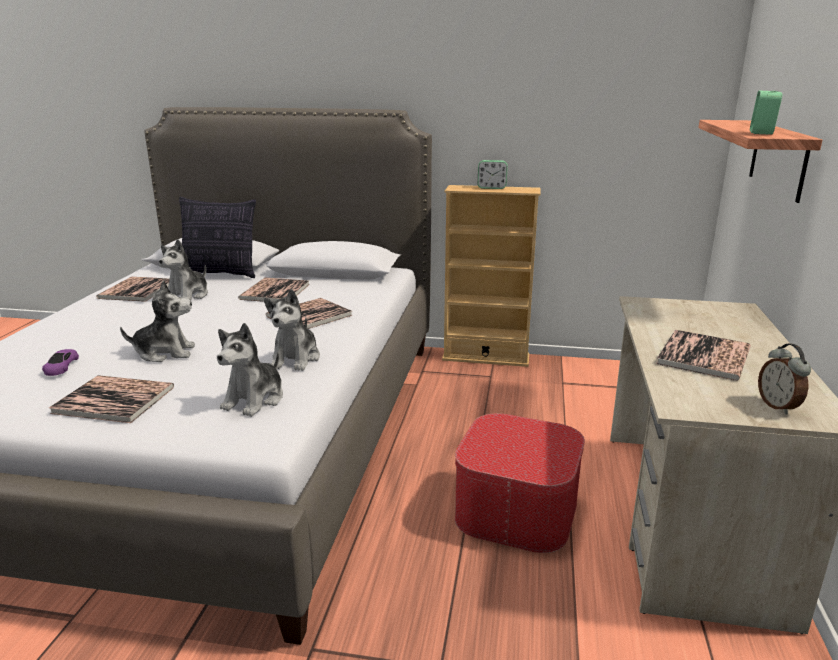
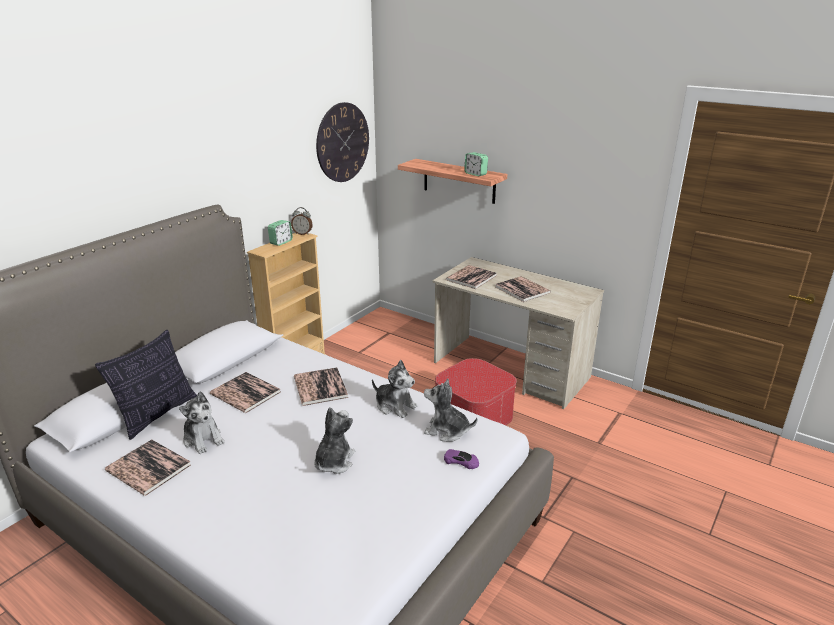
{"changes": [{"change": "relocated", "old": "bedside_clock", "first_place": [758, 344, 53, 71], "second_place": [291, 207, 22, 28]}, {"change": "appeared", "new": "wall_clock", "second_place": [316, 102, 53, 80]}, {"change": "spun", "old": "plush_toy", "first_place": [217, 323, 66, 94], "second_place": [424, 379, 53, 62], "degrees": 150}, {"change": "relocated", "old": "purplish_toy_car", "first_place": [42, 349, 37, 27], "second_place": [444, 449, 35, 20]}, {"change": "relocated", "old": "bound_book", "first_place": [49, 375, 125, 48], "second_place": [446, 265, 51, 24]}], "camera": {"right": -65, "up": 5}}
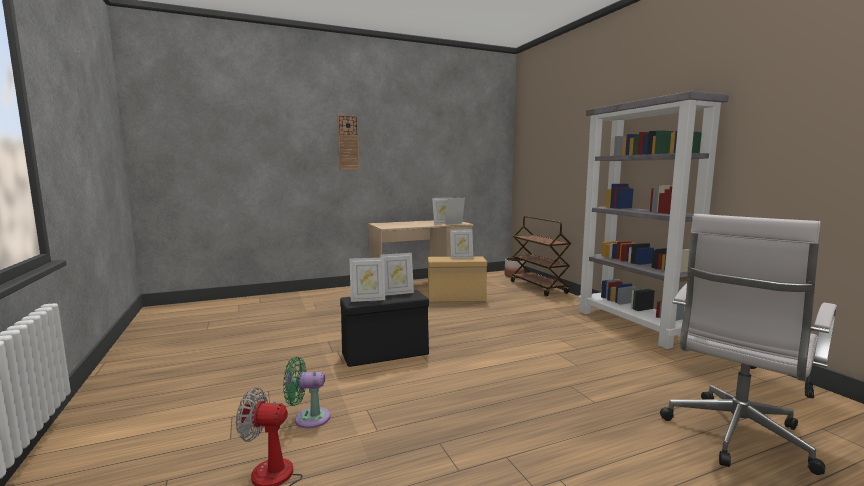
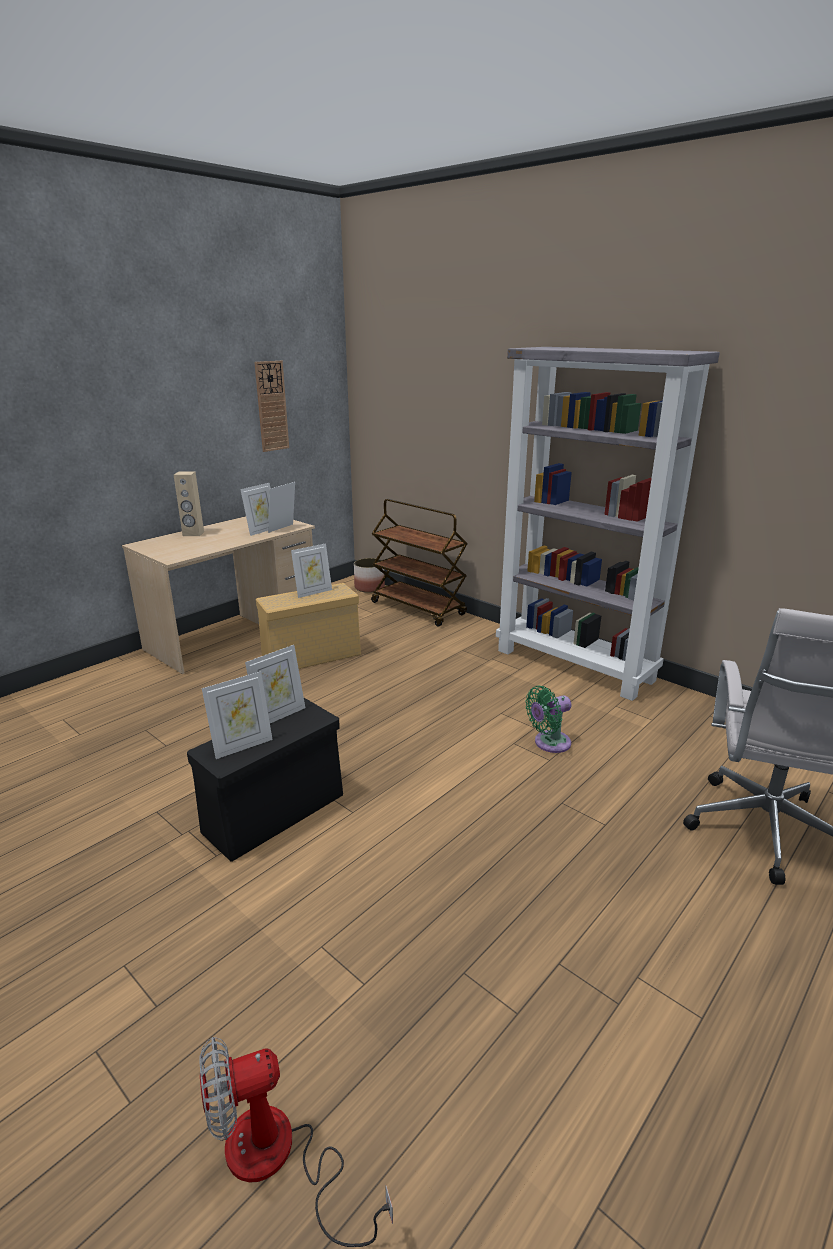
{"changes": [{"change": "appeared", "new": "sand-coloured_audio_speaker", "second_place": [174, 471, 30, 65]}, {"change": "relocated", "old": "wall_clock", "first_place": [337, 115, 22, 55], "second_place": [254, 361, 35, 91]}, {"change": "relocated", "old": "green-coloured_cooling_fan", "first_place": [283, 357, 47, 71], "second_place": [525, 686, 47, 67]}], "camera": {"right": -25, "up": 15}}
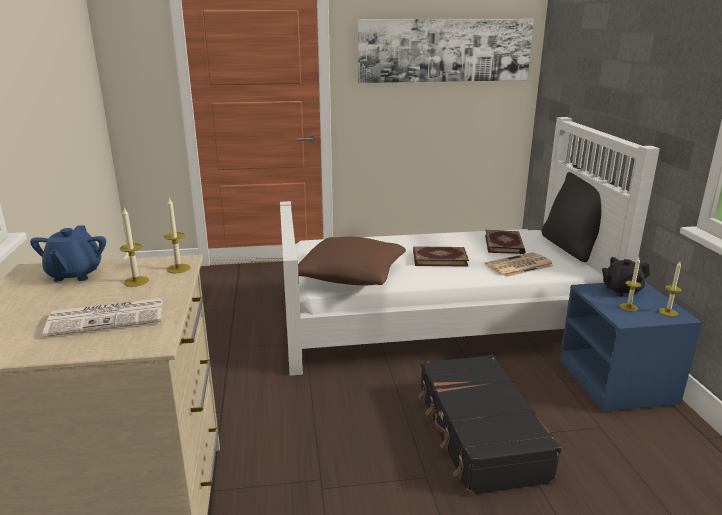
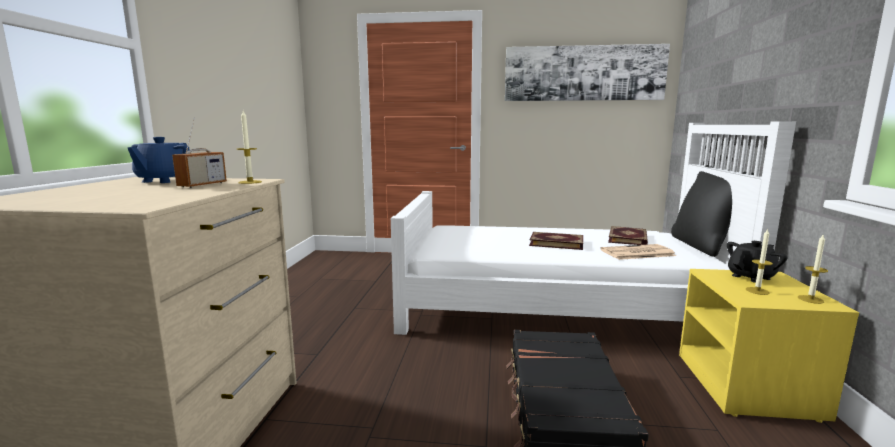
{"changes": [{"change": "exchanged", "old": "wax_candle", "new": "radio", "first_place": [120, 207, 29, 80], "second_place": [172, 117, 55, 71]}, {"change": "colour", "old": "blue_night_table", "new": "yellow_night_table", "first_place": [560, 282, 142, 131], "second_place": [679, 269, 180, 154]}, {"change": "spun", "old": "black-coloured_tea_pot", "first_place": [602, 257, 48, 39], "second_place": [727, 241, 61, 42], "degrees": 150}, {"change": "missing", "old": "newspaper", "first_place": [43, 298, 120, 39]}, {"change": "missing", "old": "brown_throw_pillow", "first_place": [298, 237, 108, 48]}], "camera": {"right": 15, "up": -10}}
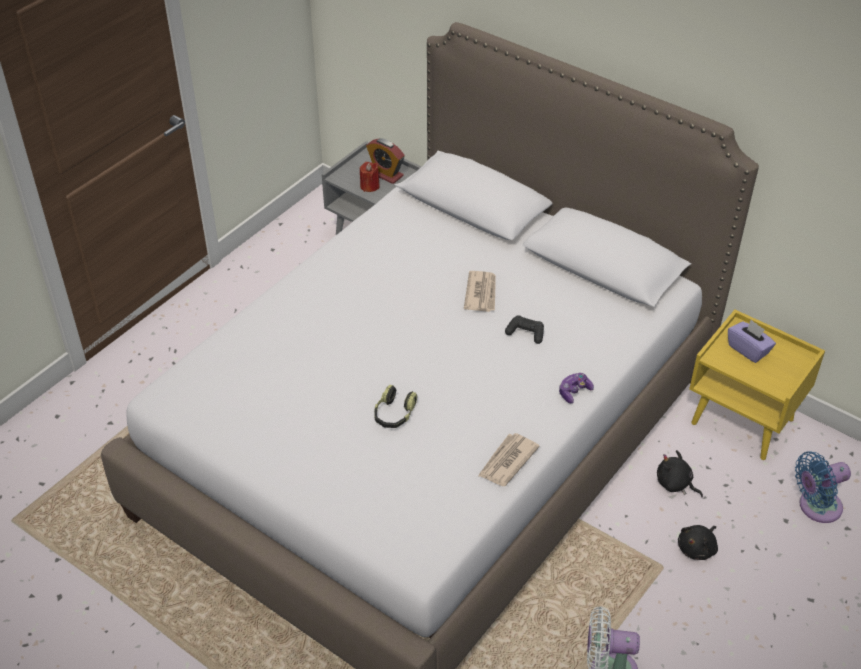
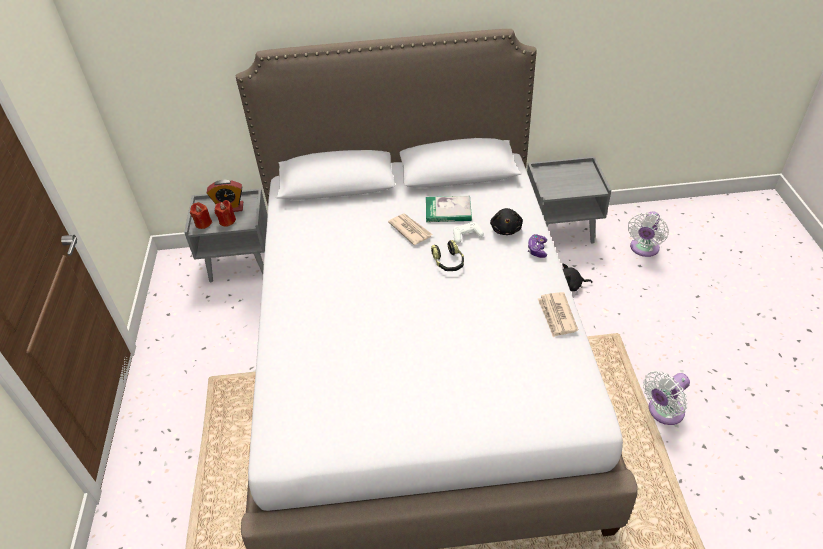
{"changes": [{"change": "appeared", "new": "red_wax_candle", "second_place": [190, 202, 22, 27]}, {"change": "appeared", "new": "bound_book", "second_place": [426, 196, 46, 26]}, {"change": "relocated", "old": "headset", "first_place": [374, 385, 43, 43], "second_place": [431, 240, 33, 31]}, {"change": "colour", "old": "black-coloured_joypad", "new": "white_joypad", "first_place": [505, 315, 39, 29], "second_place": [453, 222, 31, 22]}, {"change": "relocated", "old": "black-coloured_plush_toy", "first_place": [678, 525, 40, 35], "second_place": [490, 208, 33, 27]}, {"change": "colour", "old": "yellow_night_table", "new": "greyish_night_table", "first_place": [689, 310, 136, 150], "second_place": [527, 156, 84, 88]}, {"change": "colour", "old": "blue_cooling_fan", "new": "white_cooling_fan", "first_place": [795, 451, 56, 72], "second_place": [628, 211, 41, 46]}, {"change": "missing", "old": "purplish_tissue_box", "first_place": [728, 320, 48, 43]}], "camera": {"right": -40, "up": 0}}
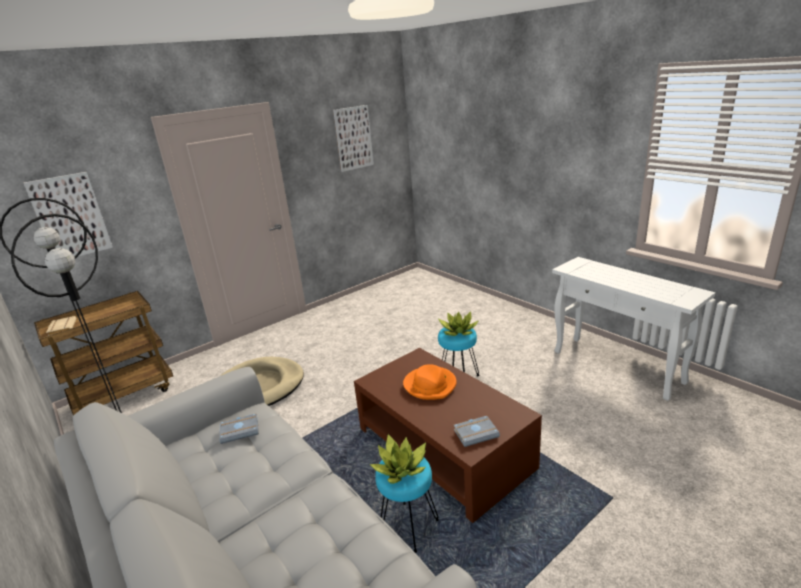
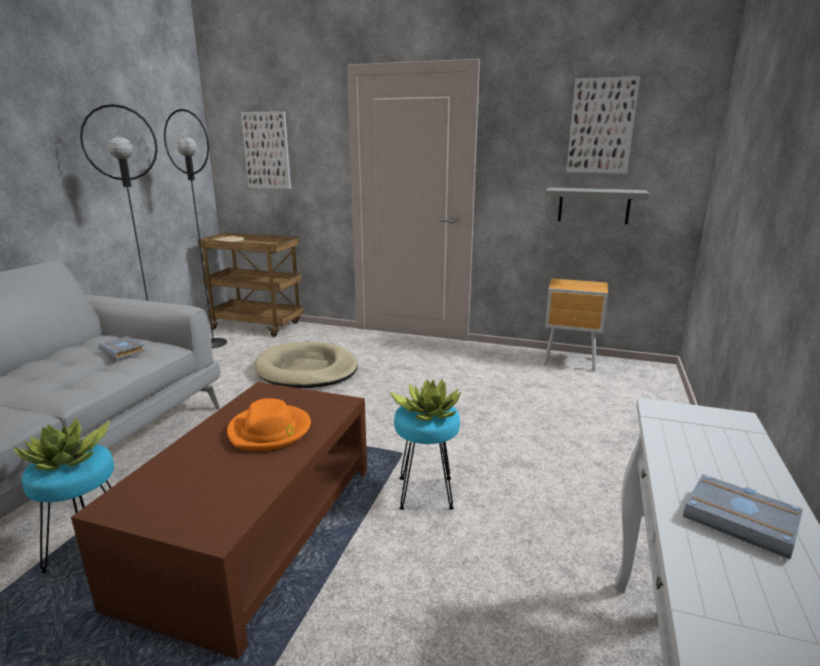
{"changes": [{"change": "appeared", "new": "brown_night_table", "second_place": [543, 278, 65, 93]}, {"change": "appeared", "new": "greyish_bracket_shelf", "second_place": [545, 187, 104, 37]}, {"change": "relocated", "old": "greyish_bound_book", "first_place": [454, 416, 46, 31], "second_place": [683, 474, 120, 85]}], "camera": {"right": 55, "up": -5}}
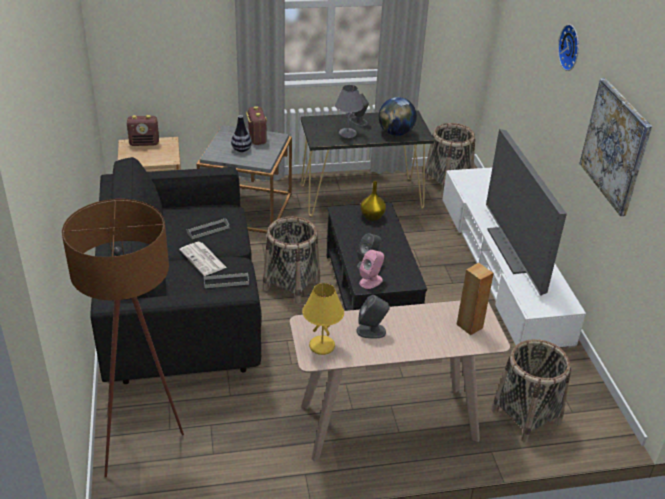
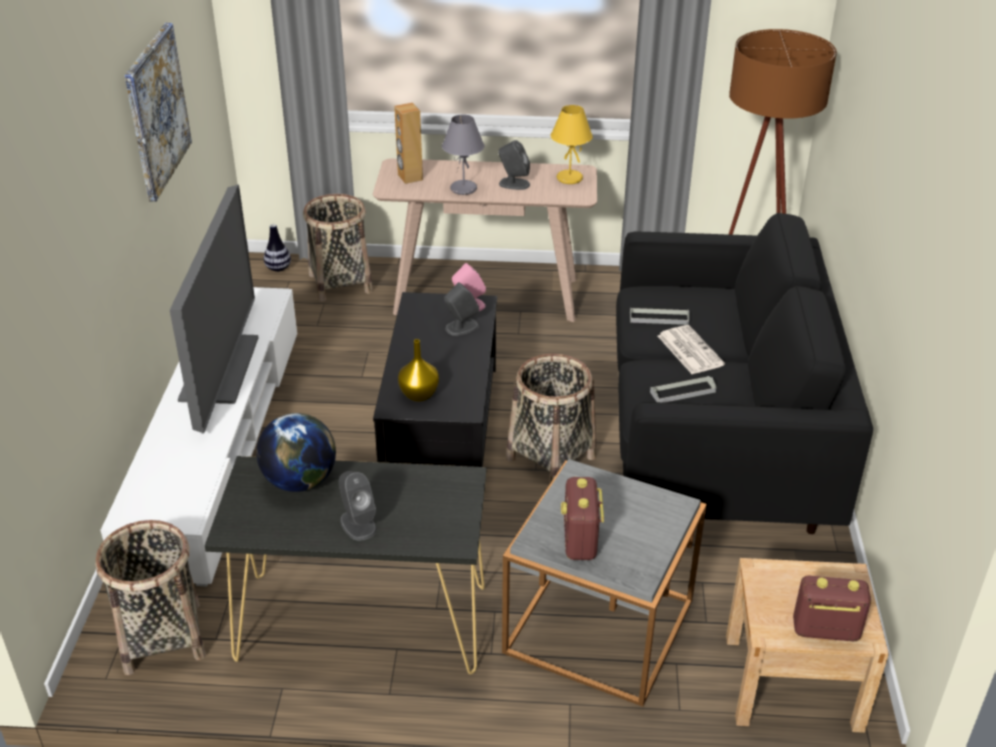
{"changes": [{"change": "relocated", "old": "decorative_vase", "first_place": [231, 115, 21, 37], "second_place": [264, 224, 27, 48]}, {"change": "relocated", "old": "greyish_tabletop_lamp", "first_place": [335, 85, 29, 53], "second_place": [442, 114, 43, 81]}, {"change": "missing", "old": "wall_clock", "first_place": [558, 24, 21, 47]}], "camera": {"right": -165, "up": 0}}
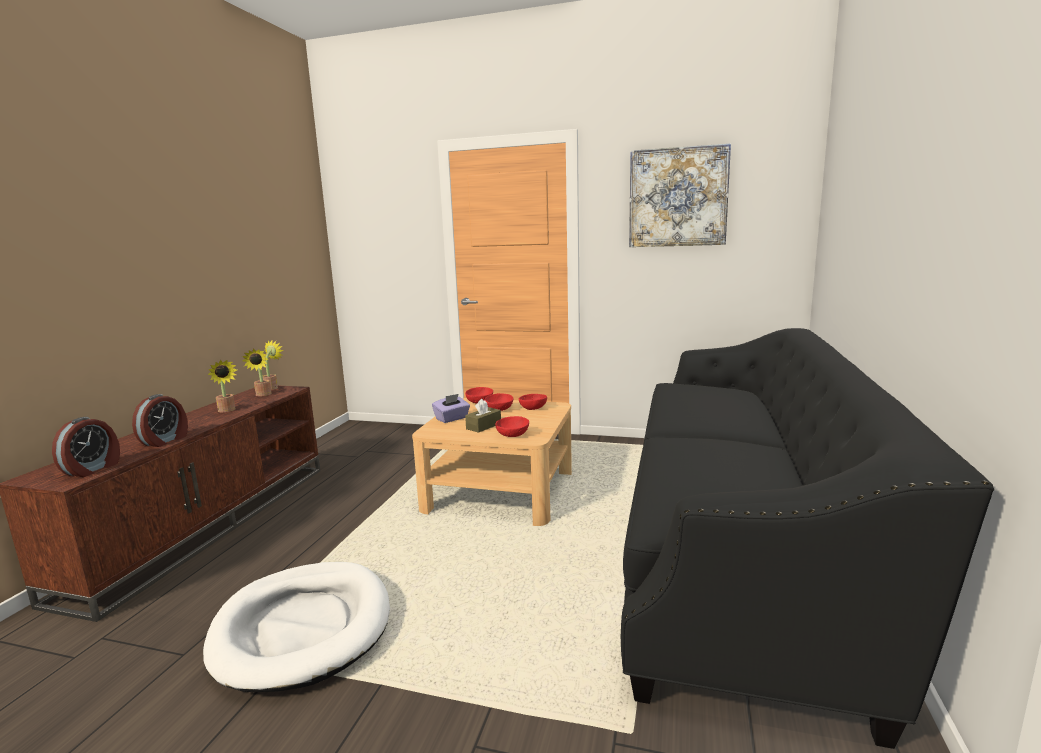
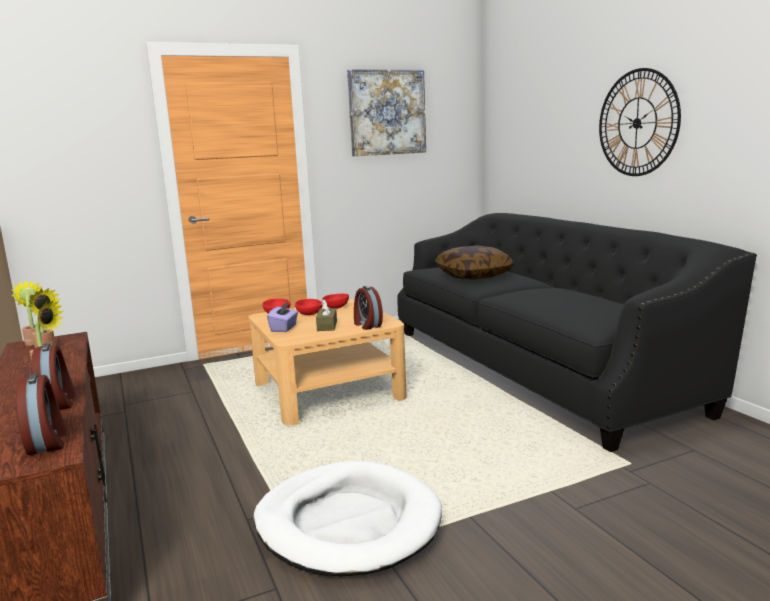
{"changes": [{"change": "exchanged", "old": "red_bowl", "new": "bedside_clock", "first_place": [495, 416, 34, 21], "second_place": [354, 286, 29, 44]}, {"change": "appeared", "new": "throw_pillow", "second_place": [435, 245, 80, 34]}, {"change": "appeared", "new": "wall_clock", "second_place": [599, 68, 82, 108]}], "camera": {"right": -40, "up": 0}}
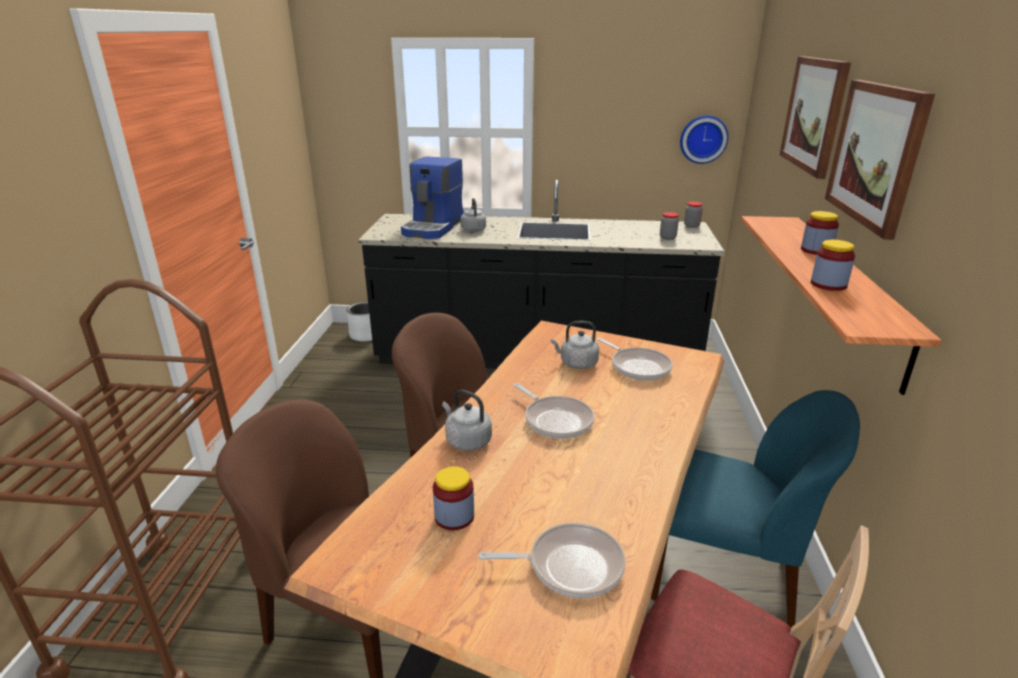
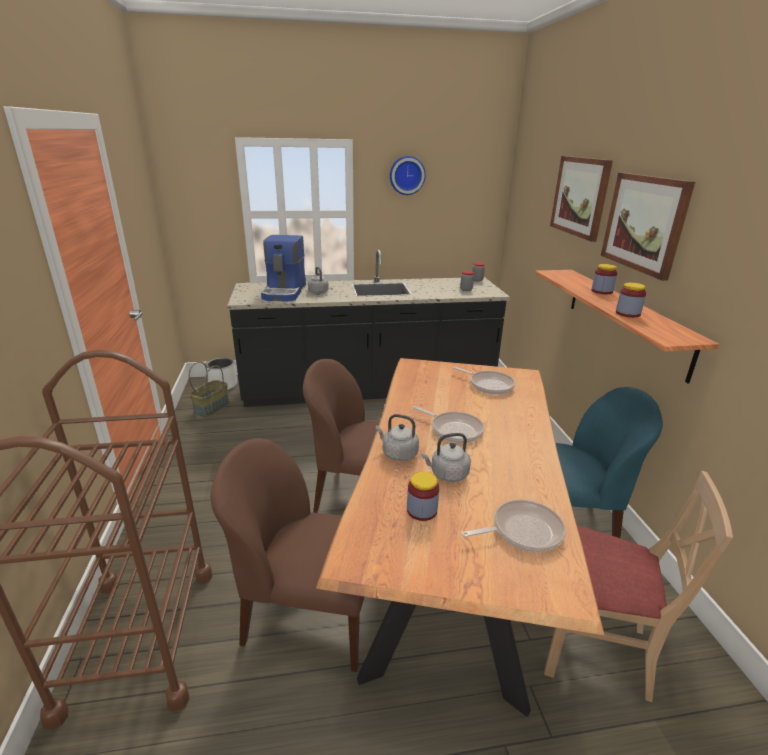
{"changes": [{"change": "appeared", "new": "basket", "second_place": [189, 361, 40, 56]}, {"change": "relocated", "old": "wall_clock", "first_place": [680, 115, 48, 49], "second_place": [390, 156, 36, 39]}, {"change": "relocated", "old": "greyish_kettle", "first_place": [551, 321, 48, 48], "second_place": [421, 433, 50, 49]}], "camera": {"right": -15, "up": 0}}
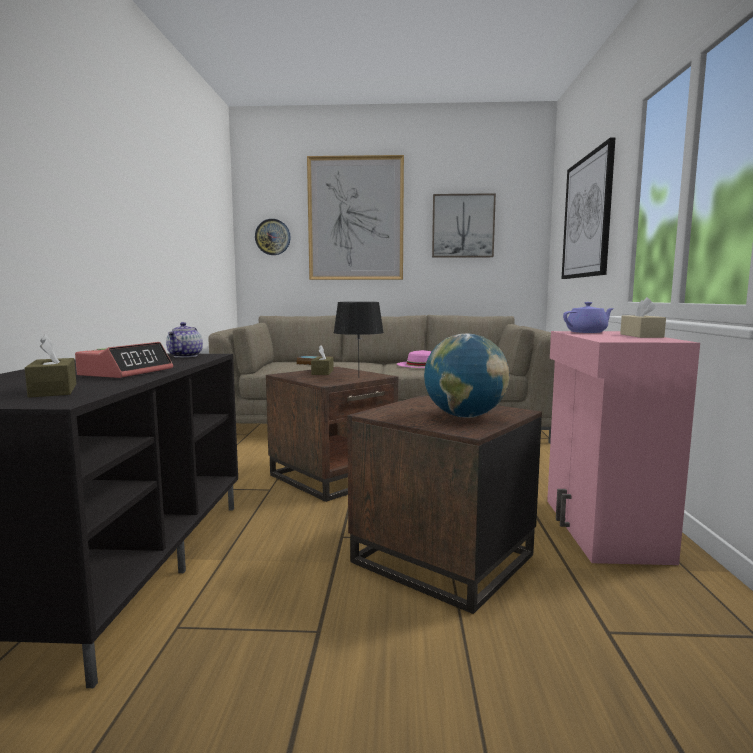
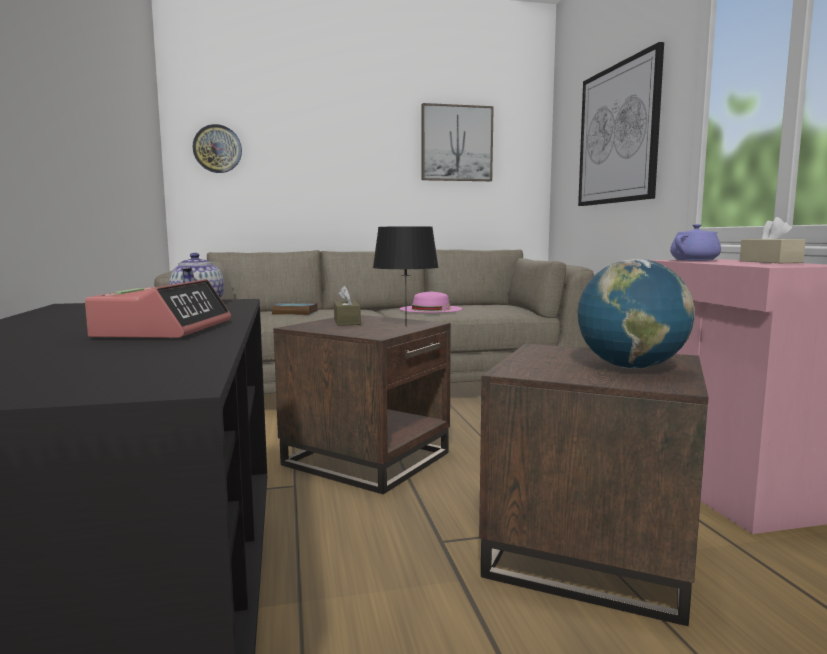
{"changes": [{"change": "missing", "old": "brown_tissue_box", "first_place": [25, 335, 51, 63]}, {"change": "missing", "old": "wall_art", "first_place": [307, 155, 97, 125]}], "camera": {"right": -15, "up": 0}}
